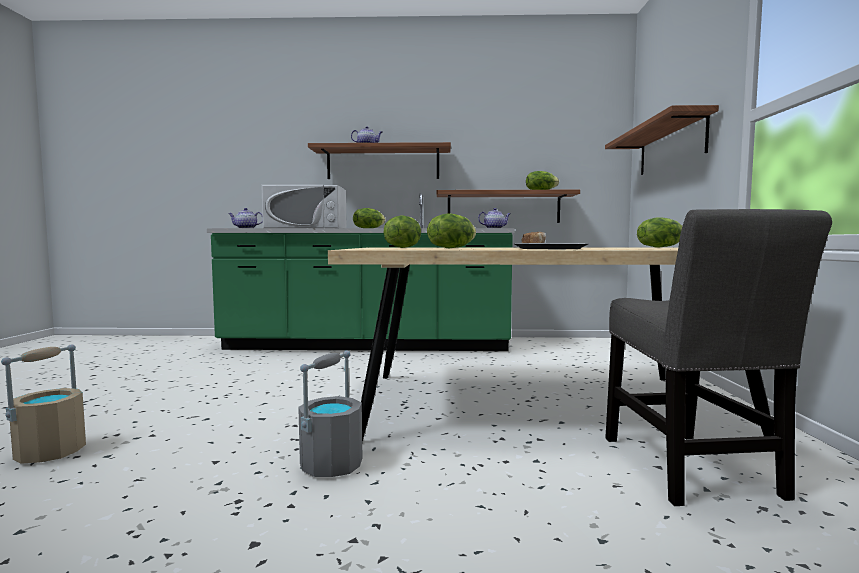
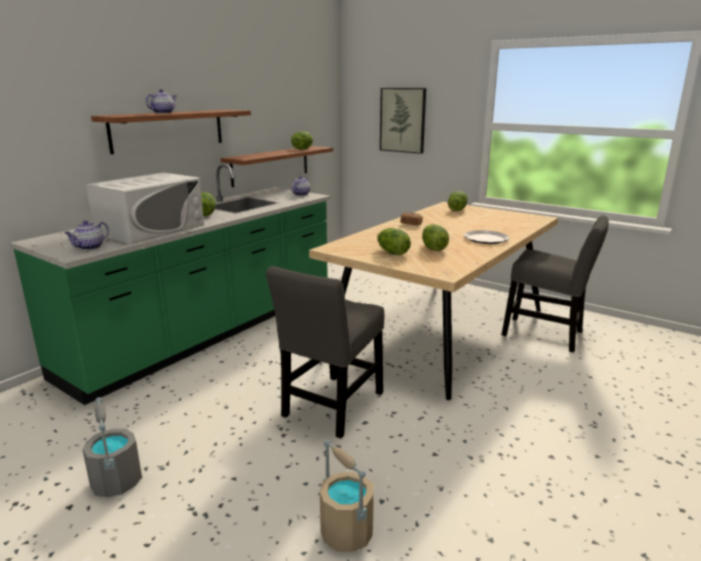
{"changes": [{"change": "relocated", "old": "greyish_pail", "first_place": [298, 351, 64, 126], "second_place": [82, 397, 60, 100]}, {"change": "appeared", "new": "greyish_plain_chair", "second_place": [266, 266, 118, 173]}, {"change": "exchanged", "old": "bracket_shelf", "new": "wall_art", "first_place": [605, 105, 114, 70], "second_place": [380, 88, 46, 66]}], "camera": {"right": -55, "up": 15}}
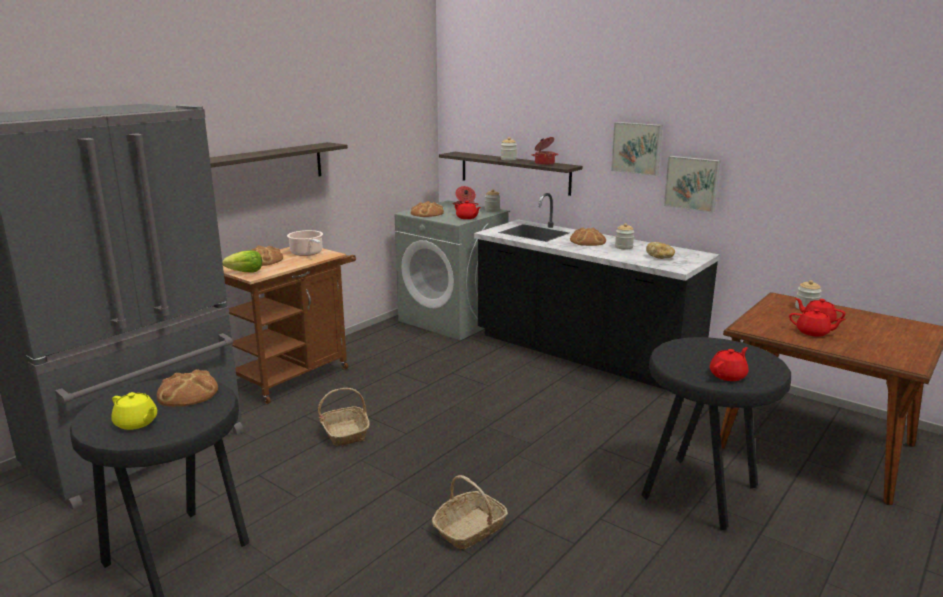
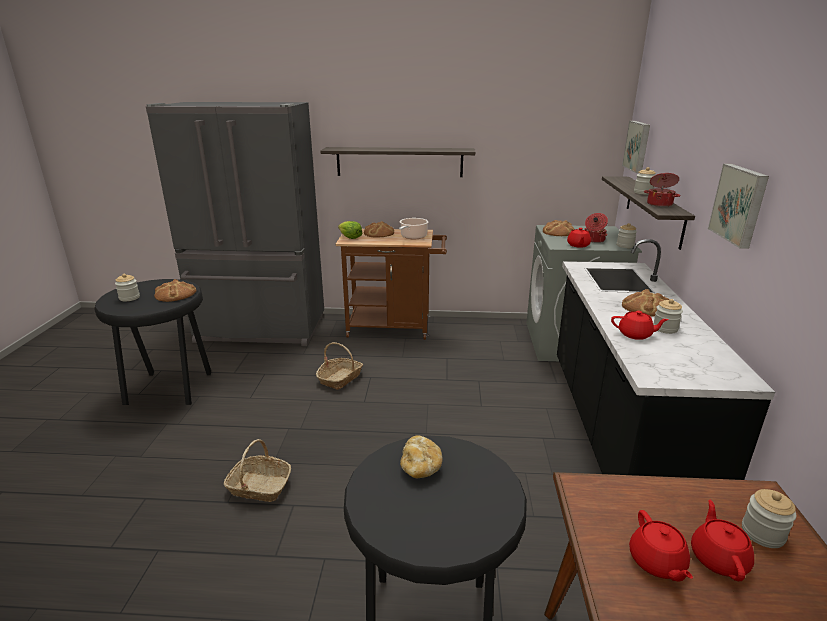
{"changes": [{"change": "exchanged", "old": "yellow_tea_pot", "new": "preserve_jar", "first_place": [111, 392, 46, 38], "second_place": [115, 274, 25, 27]}, {"change": "relocated", "old": "baked_bread", "first_place": [646, 242, 29, 17], "second_place": [400, 435, 42, 43]}, {"change": "relocated", "old": "red_tea_pot", "first_place": [710, 347, 39, 34], "second_place": [611, 311, 58, 29]}, {"change": "relocated", "old": "wall_art", "first_place": [664, 156, 56, 57], "second_place": [622, 121, 28, 52]}], "camera": {"right": 55, "up": 5}}
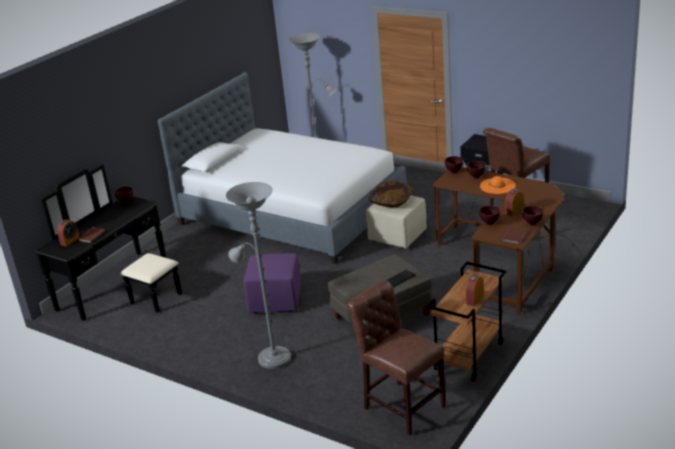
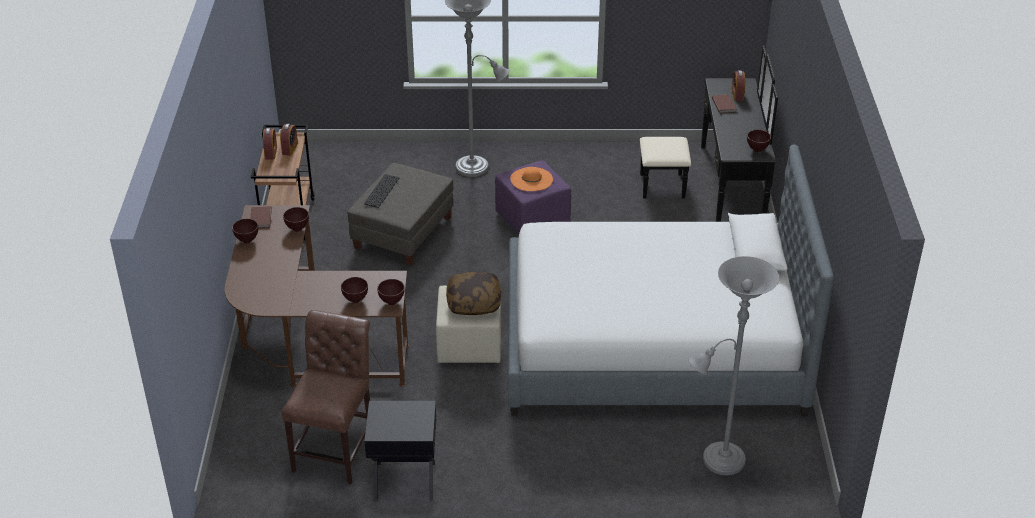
{"changes": [{"change": "relocated", "old": "bedside_clock", "first_place": [505, 189, 18, 27], "second_place": [280, 124, 18, 32]}, {"change": "relocated", "old": "orange-coloured_wearable_hat", "first_place": [480, 176, 36, 18], "second_place": [510, 167, 43, 24]}, {"change": "missing", "old": "brown_plain_chair", "first_place": [347, 280, 99, 155]}], "camera": {"right": 145, "up": 10}}
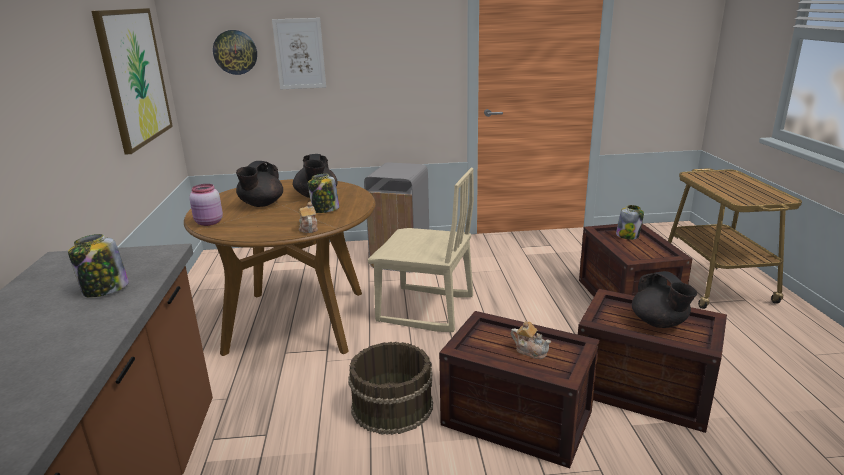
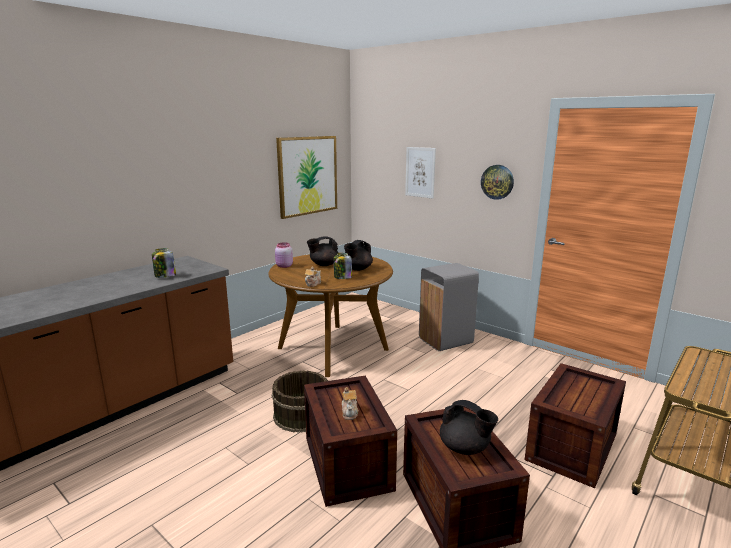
{"changes": [{"change": "spun", "old": "black-coloured_tea_pot", "first_place": [632, 271, 65, 57], "second_place": [440, 400, 58, 55], "degrees": -75}, {"change": "relocated", "old": "wall_clock", "first_place": [213, 30, 44, 45], "second_place": [481, 165, 33, 35]}, {"change": "missing", "old": "sand-coloured_plain_chair", "first_place": [368, 168, 106, 164]}, {"change": "missing", "old": "preserve_jar", "first_place": [616, 205, 28, 35]}], "camera": {"right": 45, "up": -5}}
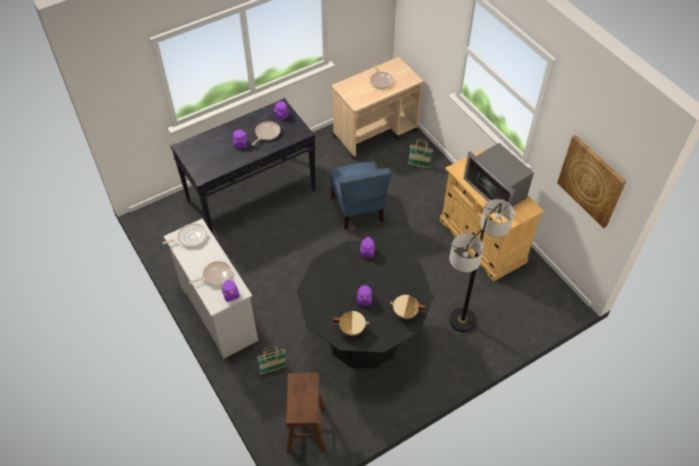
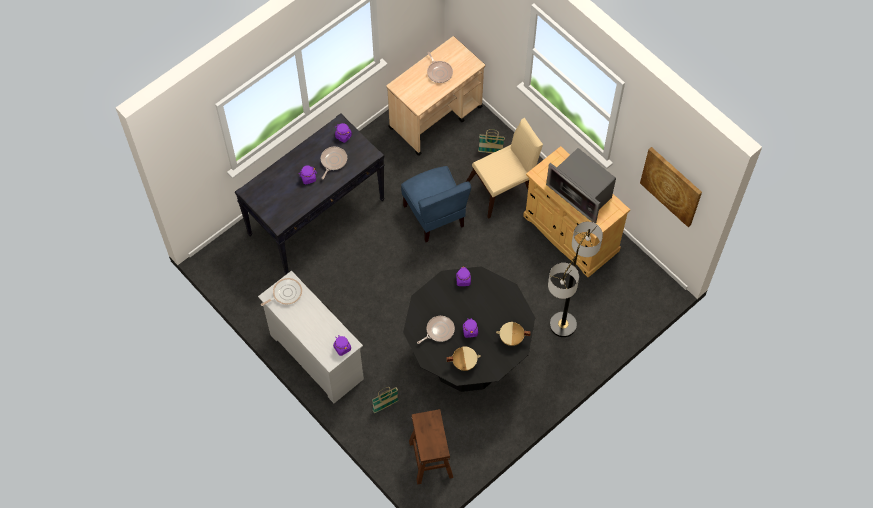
{"changes": [{"change": "relocated", "old": "pan", "first_place": [189, 261, 43, 25], "second_place": [417, 316, 38, 28]}, {"change": "appeared", "new": "sand-coloured_plain_chair", "second_place": [466, 118, 77, 101]}], "camera": {"right": -10, "up": 10}}
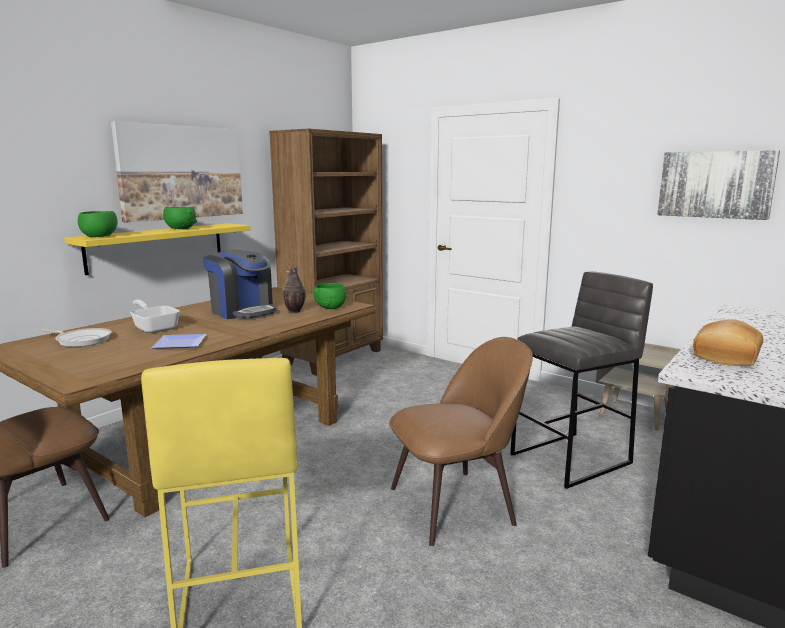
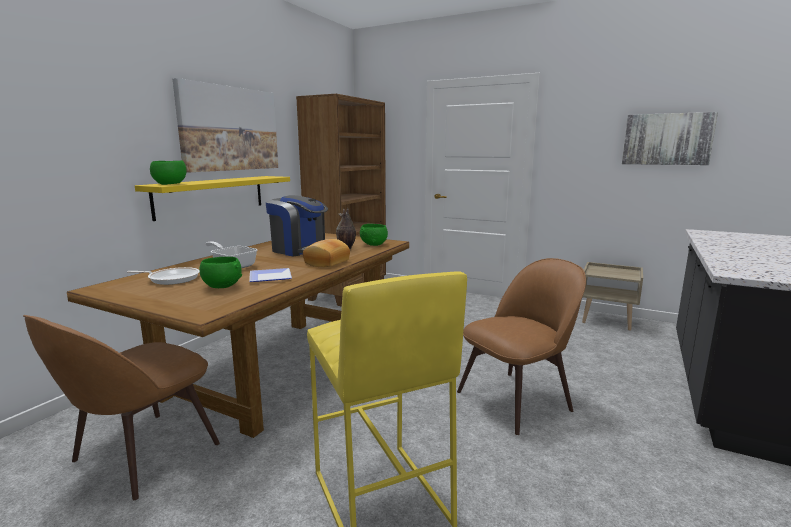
{"changes": [{"change": "relocated", "old": "green-coloured_bowl", "first_place": [163, 207, 34, 22], "second_place": [200, 257, 42, 31]}, {"change": "relocated", "old": "baked_bread", "first_place": [693, 319, 70, 47], "second_place": [303, 239, 47, 28]}, {"change": "missing", "old": "greyish_stool", "first_place": [510, 271, 143, 218]}], "camera": {"right": -10, "up": 0}}
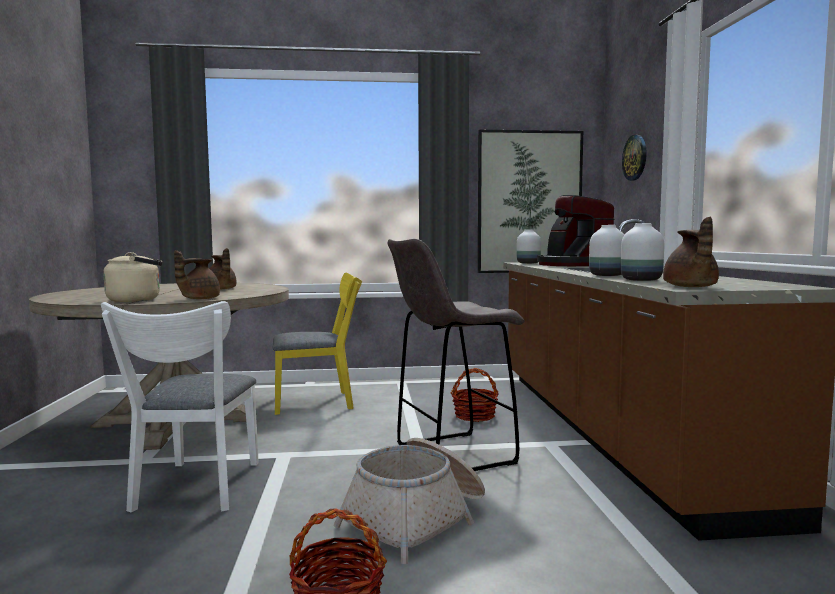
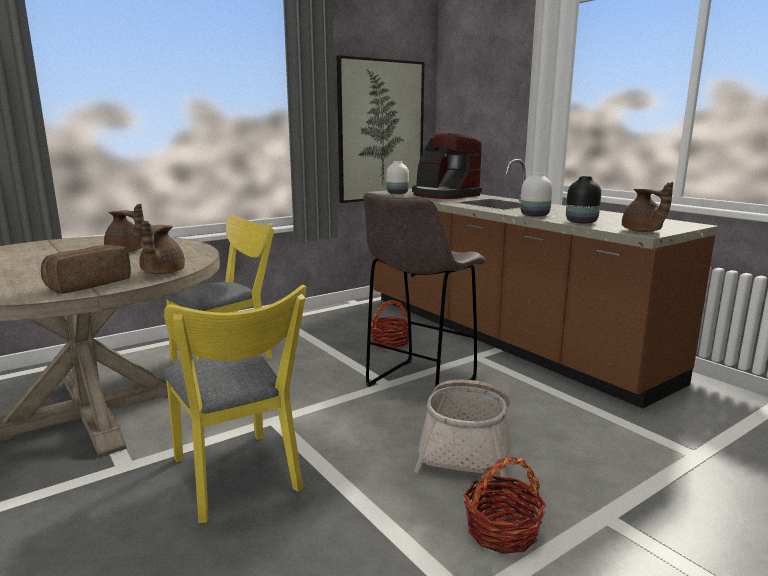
{"changes": [{"change": "exchanged", "old": "sand-coloured_kettle", "new": "baked_bread", "first_place": [103, 252, 59, 50], "second_place": [41, 245, 90, 49]}, {"change": "colour", "old": "white_plain_chair", "new": "yellow_plain_chair", "first_place": [101, 301, 158, 212], "second_place": [163, 285, 143, 238]}, {"change": "colour", "old": "white_decorative_vase", "new": "black-coloured_decorative_vase", "first_place": [620, 223, 44, 58], "second_place": [566, 176, 35, 48]}, {"change": "missing", "old": "wall_clock", "first_place": [622, 135, 25, 46]}], "camera": {"right": -30, "up": 10}}
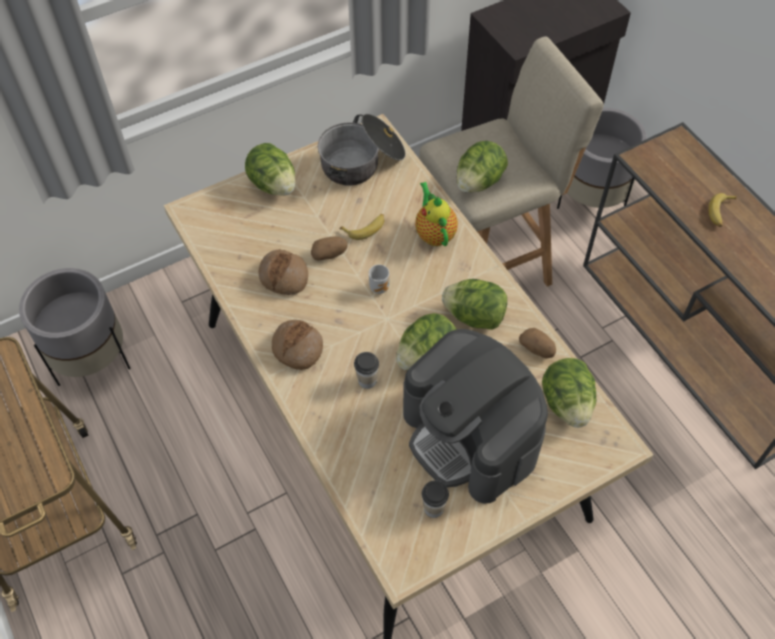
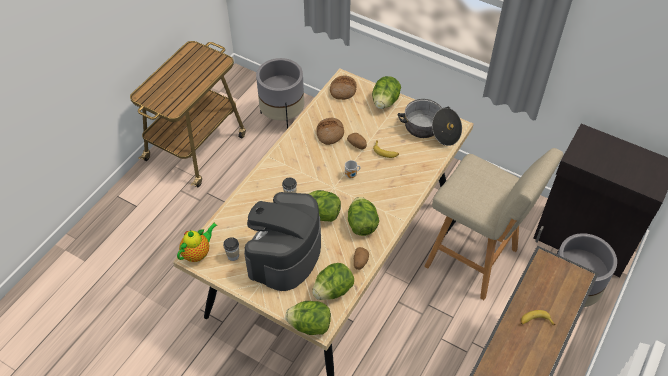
{"changes": [{"change": "relocated", "old": "tea_pot", "first_place": [415, 182, 43, 64], "second_place": [177, 223, 40, 39]}, {"change": "relocated", "old": "lettuce_head", "first_place": [456, 141, 52, 52], "second_place": [285, 301, 46, 34]}, {"change": "relocated", "old": "baked_bread", "first_place": [272, 320, 51, 50], "second_place": [330, 75, 26, 25]}], "camera": {"right": 60, "up": -5}}
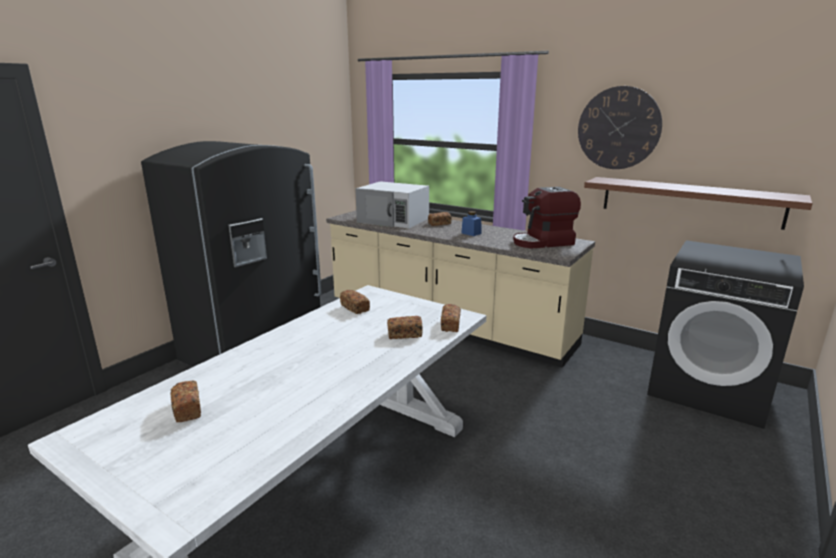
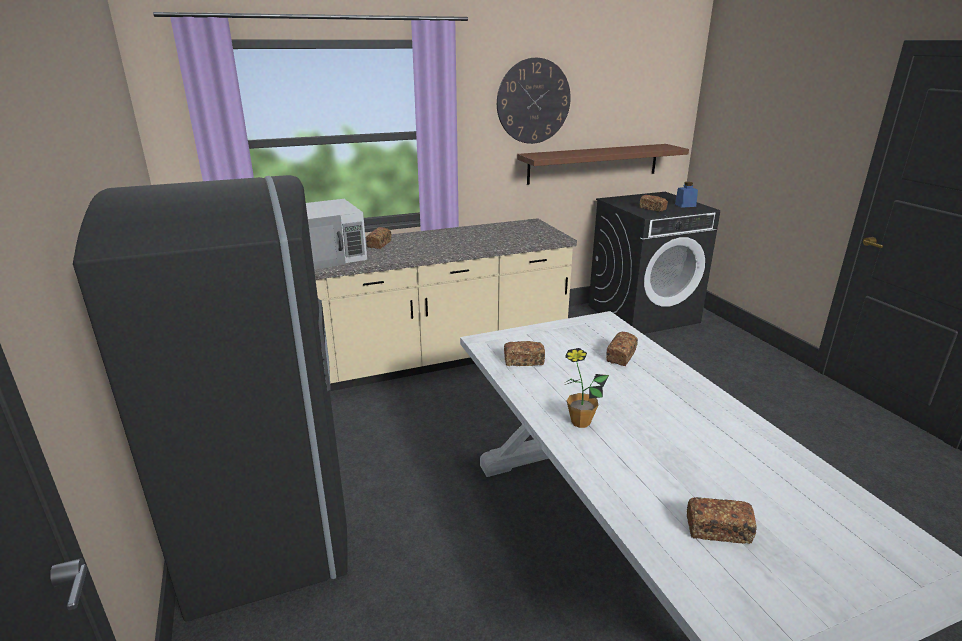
{"changes": [{"change": "appeared", "new": "plant_in_a_pot", "second_place": [563, 348, 46, 80]}, {"change": "relocated", "old": "baked_bread", "first_place": [441, 304, 20, 28], "second_place": [639, 195, 29, 17]}, {"change": "relocated", "old": "blue_preserve_jar", "first_place": [461, 211, 20, 25], "second_place": [675, 182, 23, 26]}, {"change": "missing", "old": "coffee_brewer", "first_place": [513, 187, 68, 61]}], "camera": {"right": -55, "up": 5}}
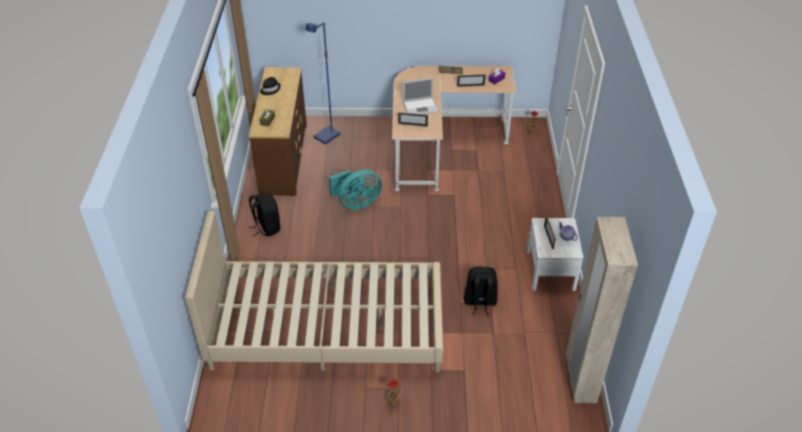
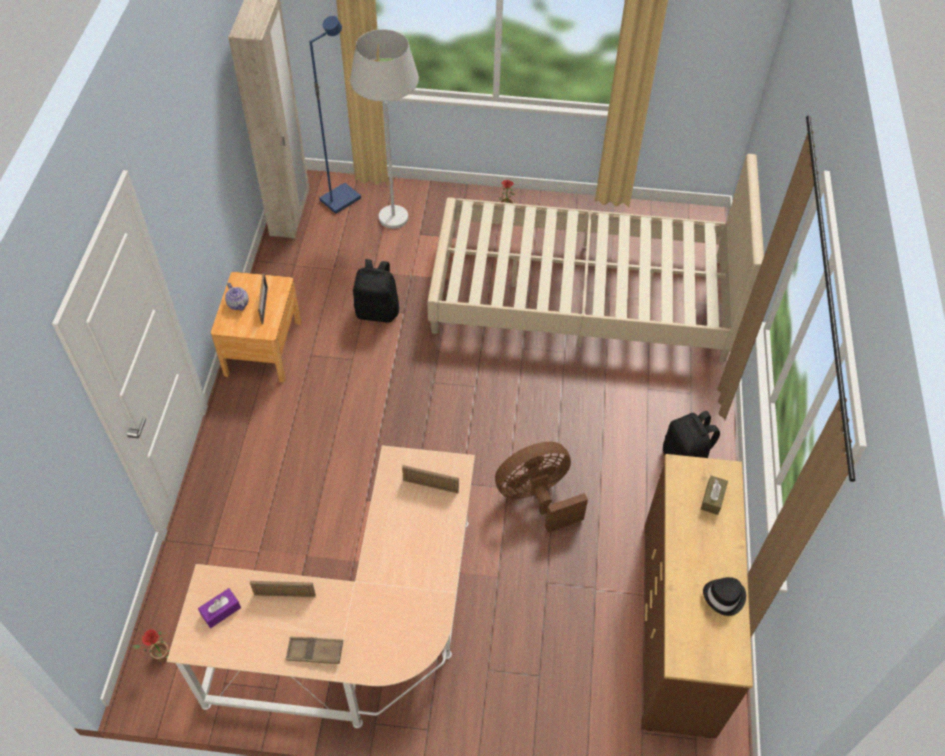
{"changes": [{"change": "colour", "old": "white_night_table", "new": "brown_night_table", "first_place": [527, 218, 56, 73], "second_place": [211, 272, 90, 110]}, {"change": "relocated", "old": "blue_standing_lamp", "first_place": [305, 23, 35, 122], "second_place": [309, 16, 52, 198]}, {"change": "appeared", "new": "white_standing_lamp", "second_place": [350, 29, 69, 200]}, {"change": "colour", "old": "turquoise-coloured_cooling_fan", "new": "brown_cooling_fan", "first_place": [329, 169, 53, 41], "second_place": [495, 442, 93, 90]}, {"change": "missing", "old": "portable_computer", "first_place": [403, 78, 36, 36]}], "camera": {"right": -175, "up": 10}}
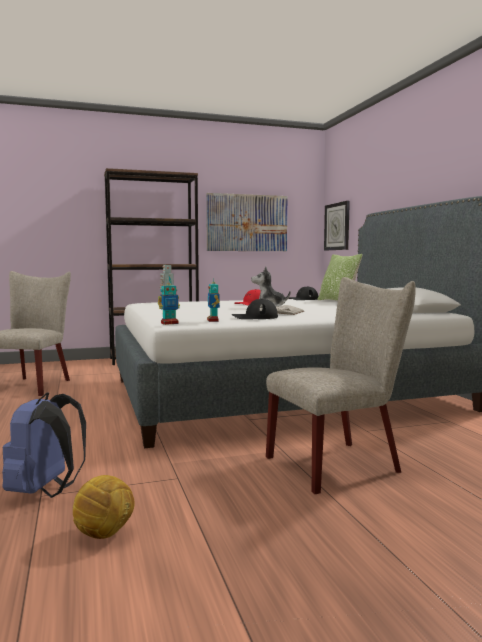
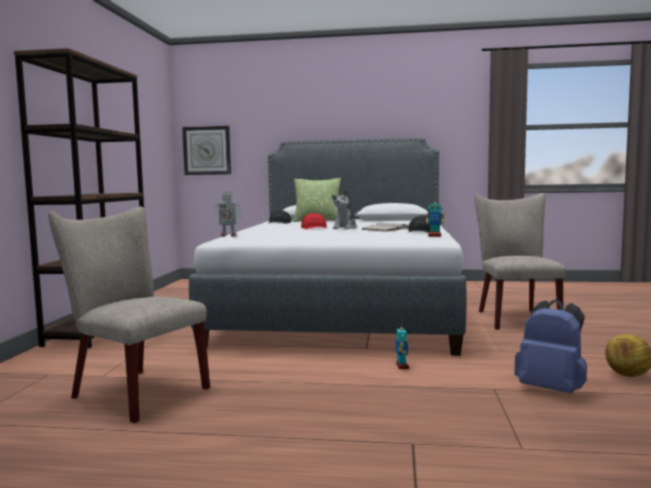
{"changes": [{"change": "relocated", "old": "model_robot", "first_place": [158, 278, 22, 47], "second_place": [395, 323, 14, 46]}, {"change": "missing", "old": "wall_art", "first_place": [206, 193, 81, 58]}], "camera": {"right": -65, "up": 0}}
